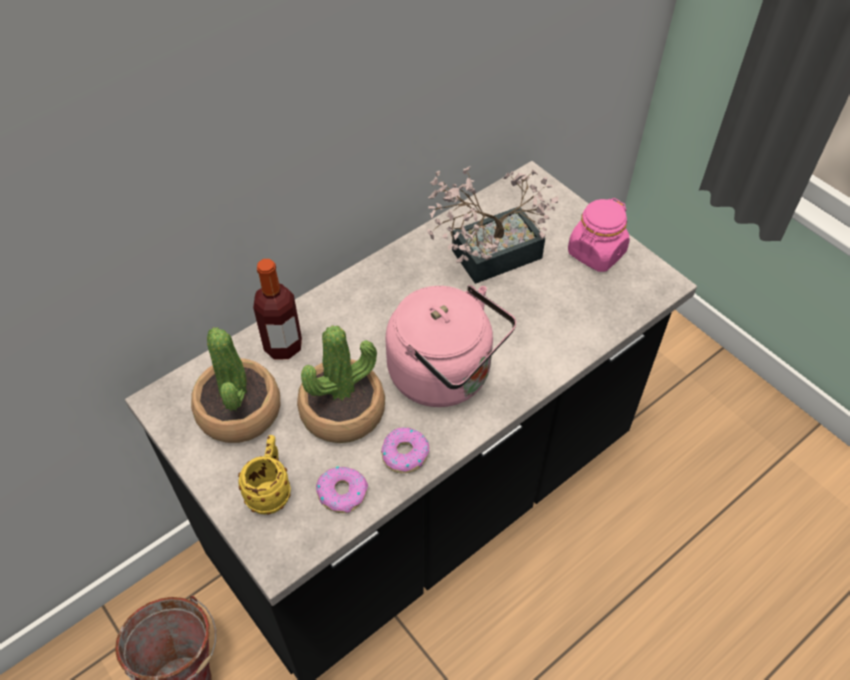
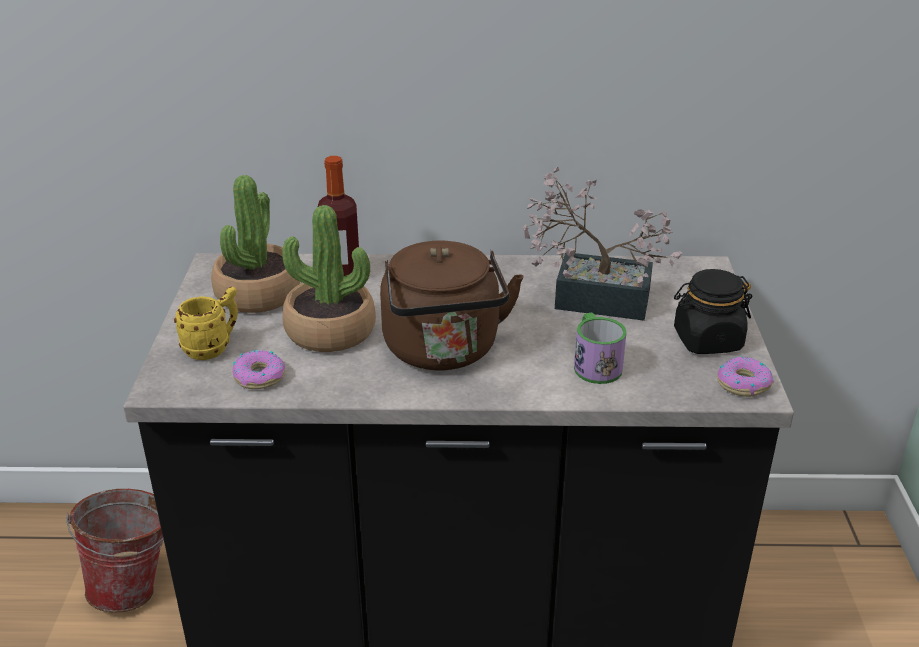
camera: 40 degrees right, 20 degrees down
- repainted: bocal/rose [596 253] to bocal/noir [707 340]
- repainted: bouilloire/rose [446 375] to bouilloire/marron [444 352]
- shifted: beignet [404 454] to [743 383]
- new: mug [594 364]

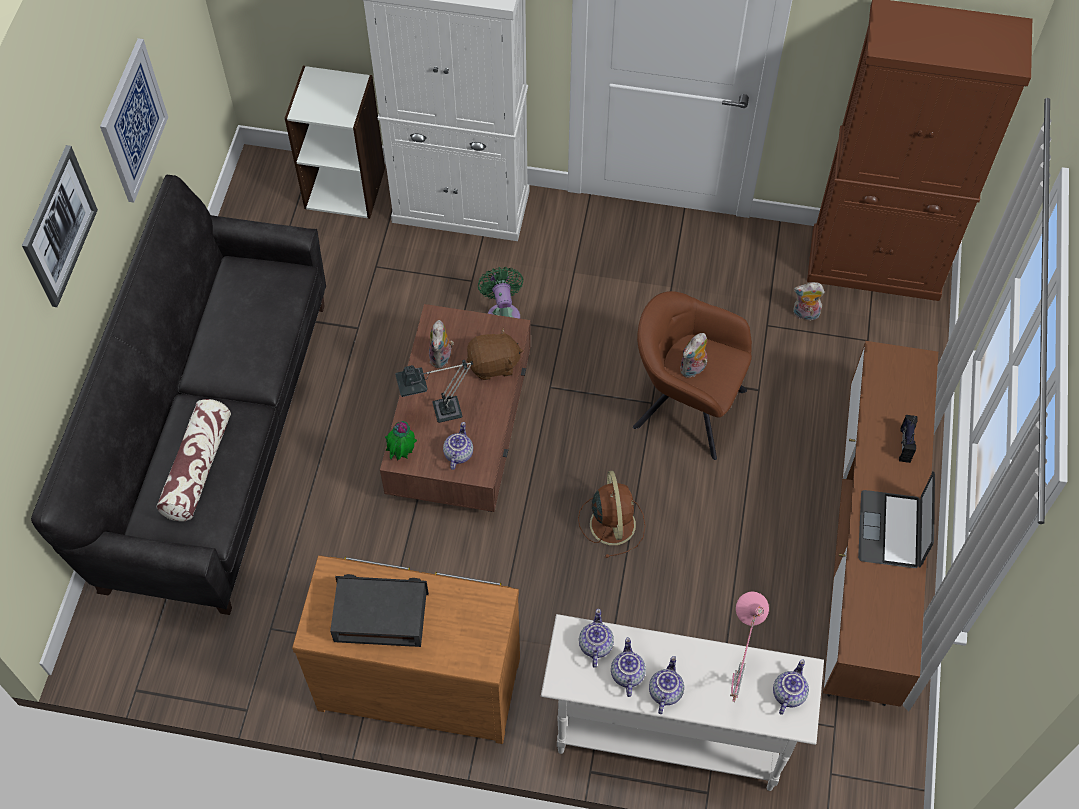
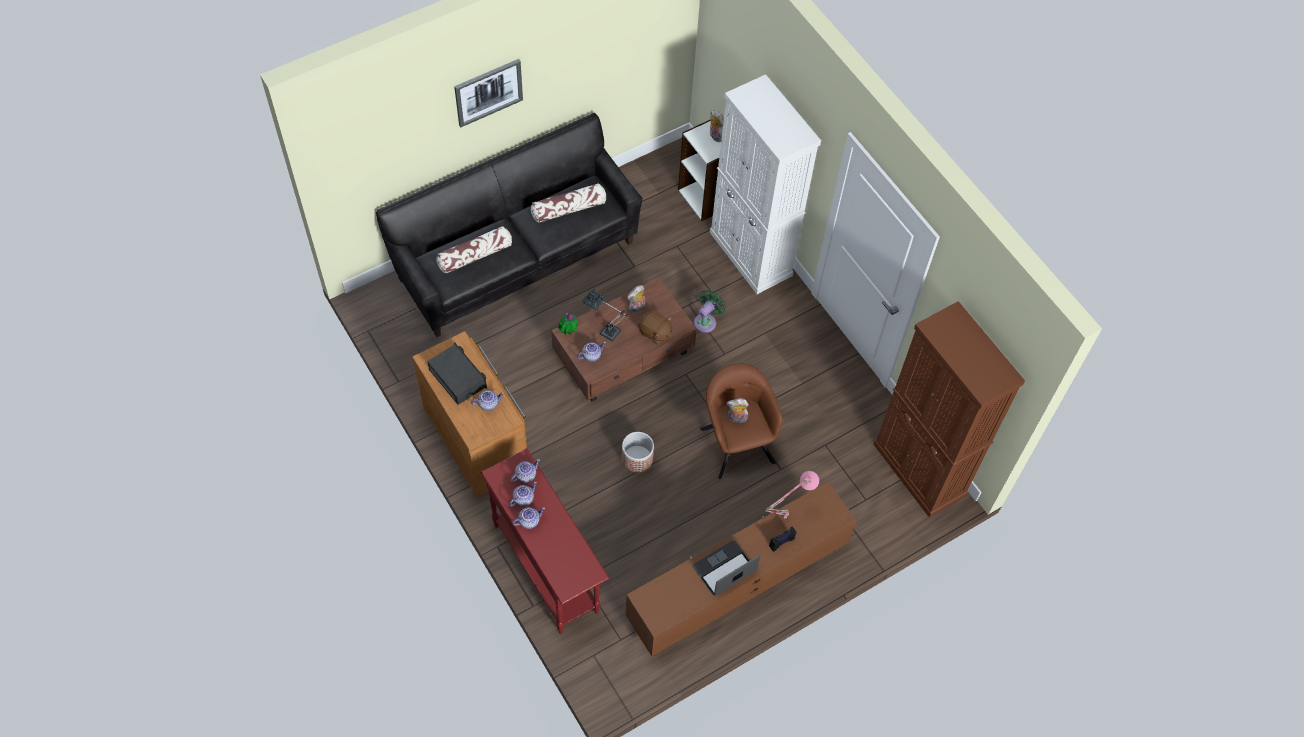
camera: 45 degrees right, 0 degrees up
- gone: tableau [133 121]
- shifted: peluche [805 314] to [715 136]
- swapped: ventilateur/marron [612 522] to cache-pot [637 458]
- shifted: lampe de table/rose [732 681] to [784 516]
- repainted: table console/blanc [668 737] to table console/rouge [546 567]
- shifted: théière [788 693] to [488 403]
- new: coussin [569 209]

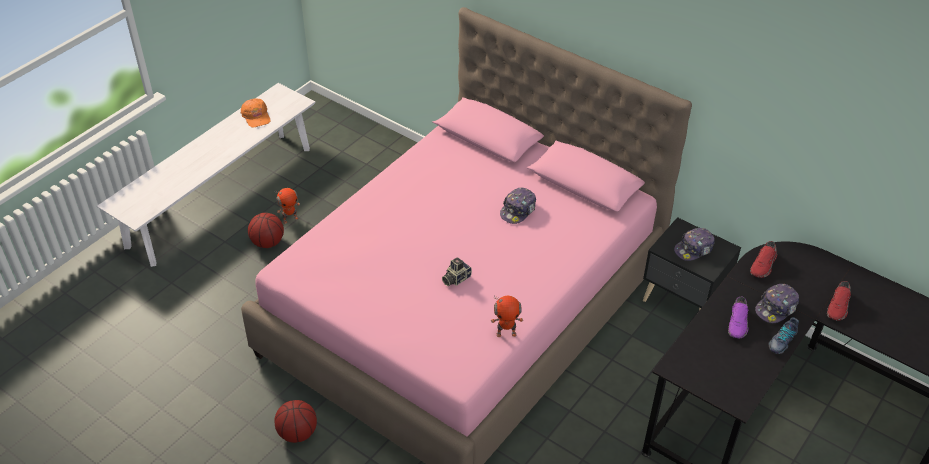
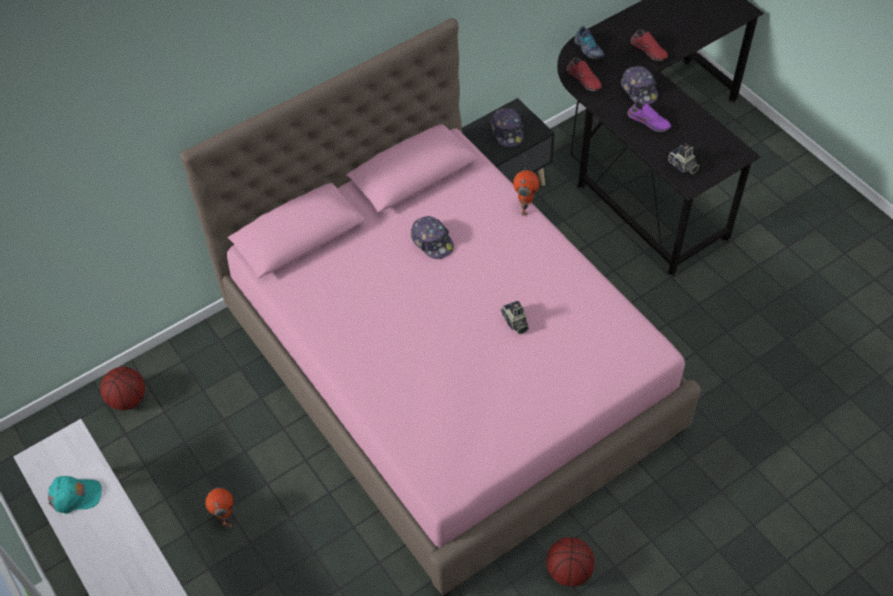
camera: 70 degrees left, 10 degrees up
- repainted: casquette/orange [256 116] to casquette/turquoise [75 495]
- shifted: ballon de basket [267 242] to [127 399]
- shifted: robot jouet [506 333] to [524 207]
- shifted: chaussure [782 341] to [588 49]
- new: appareil photo [682 166]

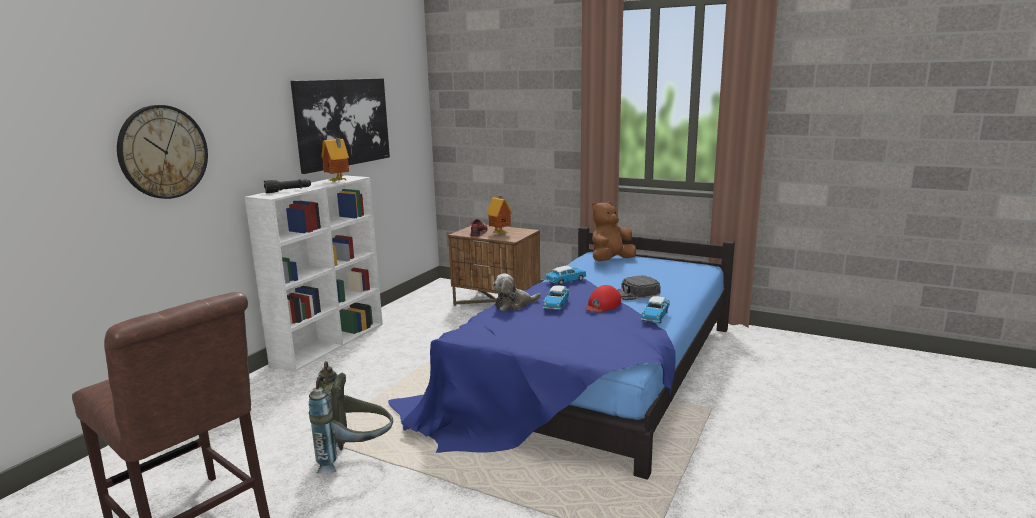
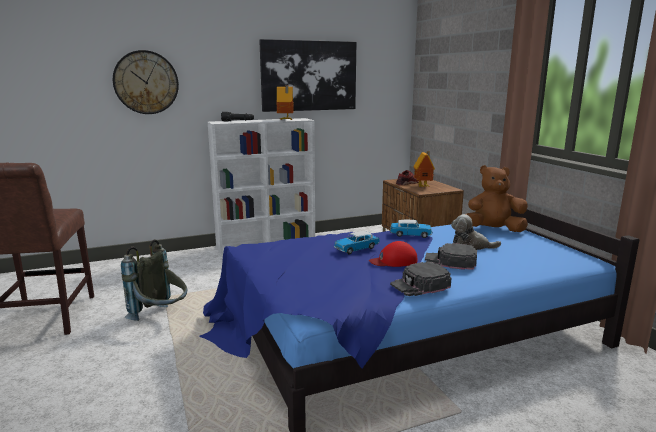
camera: 40 degrees right, 0 degrees up
- shifted: peluche [514 305] to [471 246]
- swapped: petite voiture [655 316] to casquette/noir [420 285]

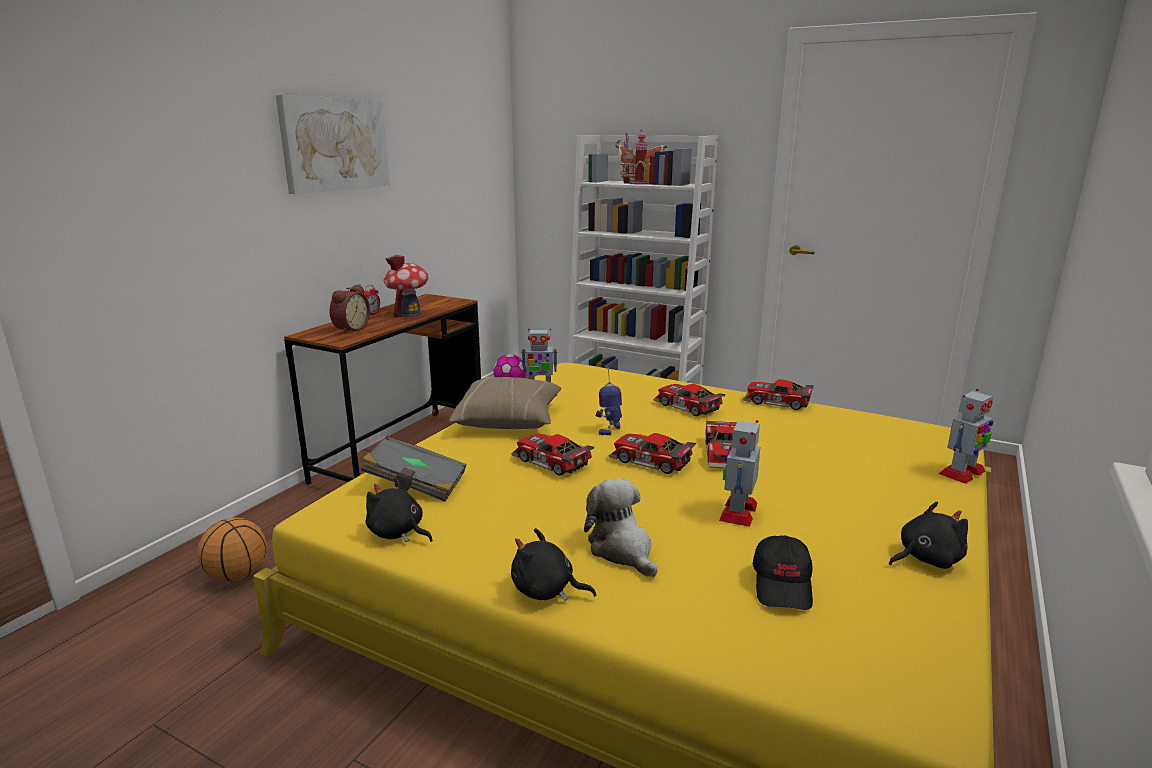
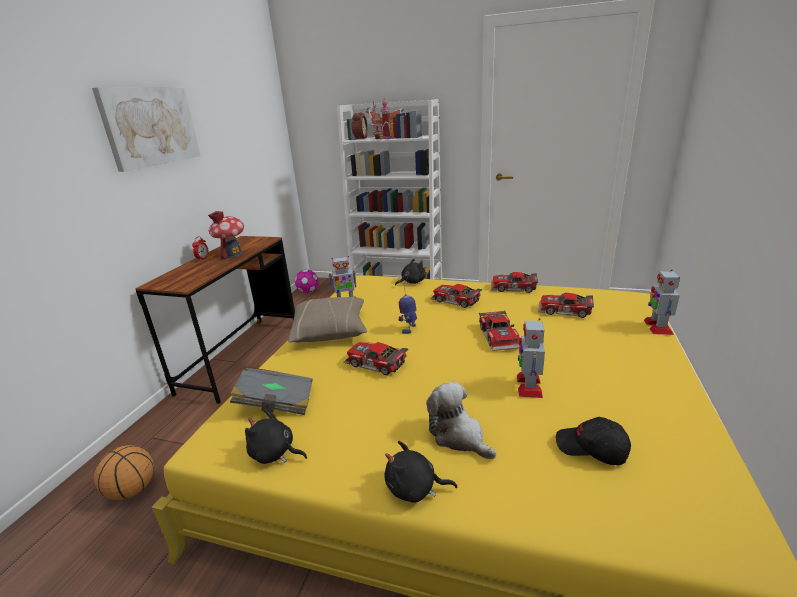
camera: 10 degrees left, 5 degrees up
- shifted: réveil [350 329] to [359 138]
- rotated: robot jouet [962 473] = [657 327] 150 degrees clockwise
- shifted: petite voiture [650 461] to [564 311]
- shifted: peluche/noir [926 559] to [412 282]
- rotated: casquette/noir [783 585] = [591 448] 120 degrees clockwise

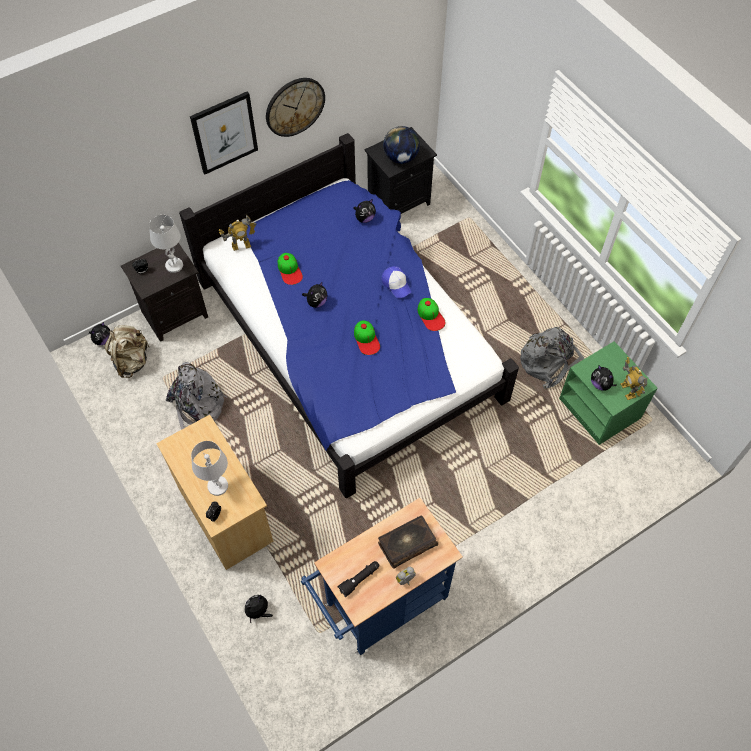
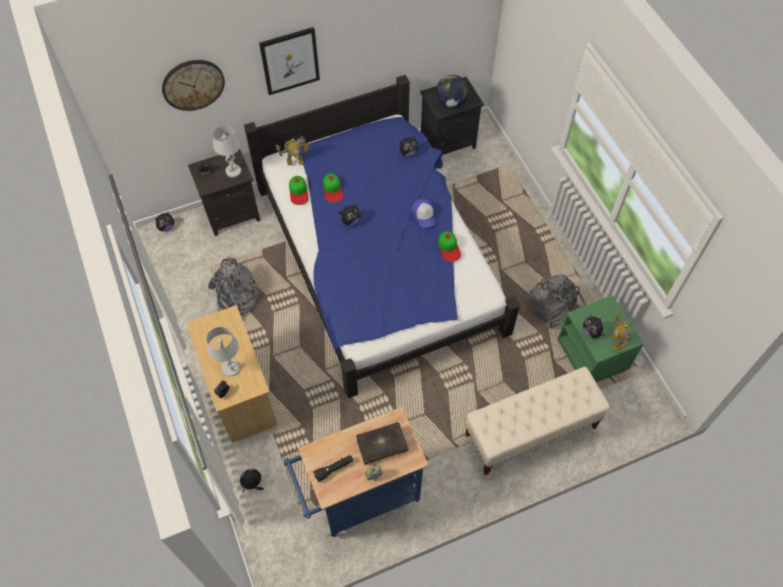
camera: 10 degrees right, 0 degrees up
- shifted: horloge murale [294 106] to [193 84]
- shifted: casquette [366 339] to [298 192]
- gone: sac à dos/beige [132 361]
- new: banc/beige [530 431]

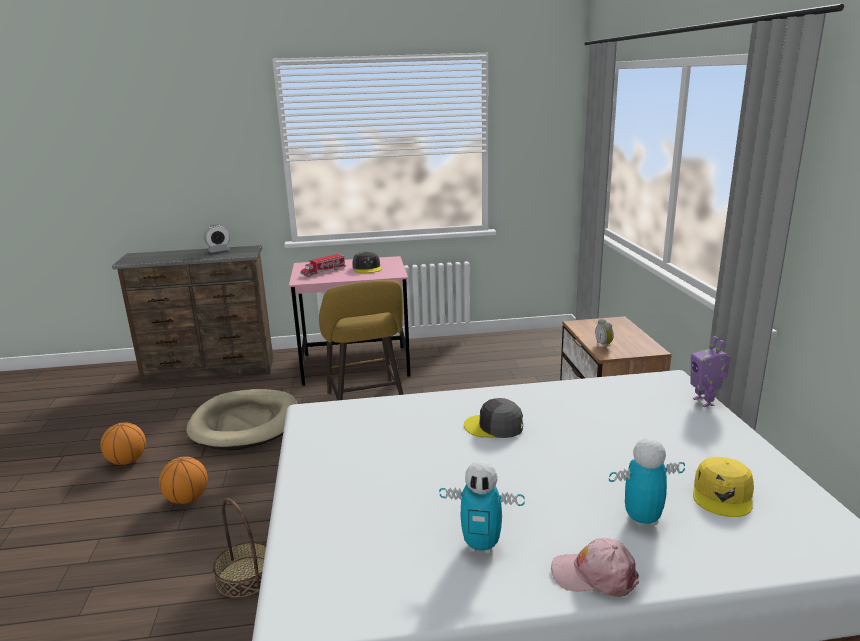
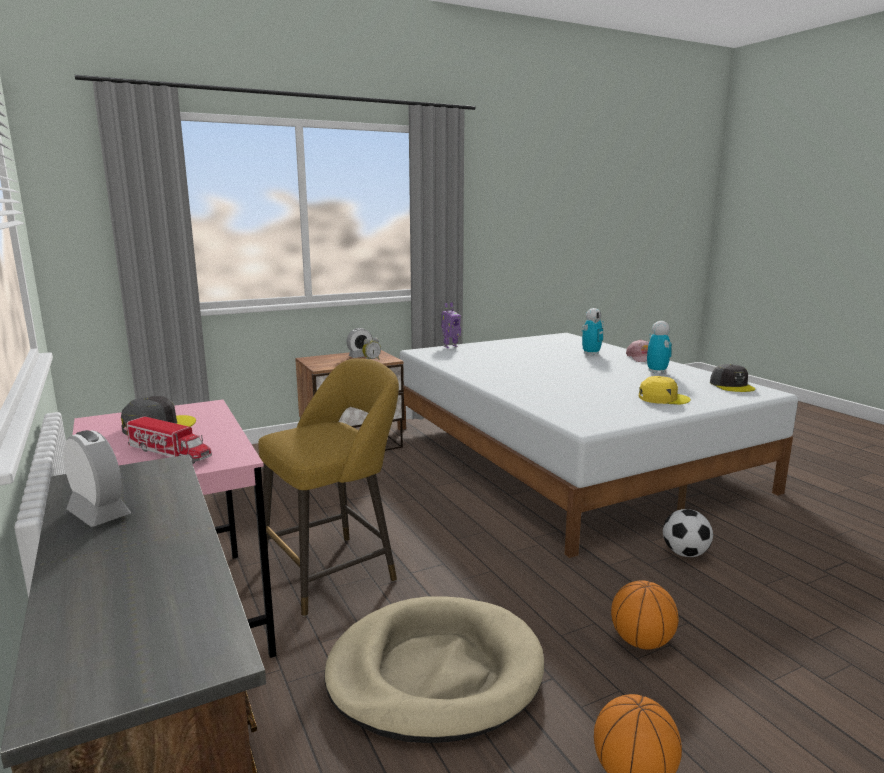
camera: 110 degrees left, 5 degrees down
- shifted: casquette/gris [494 426] to [732 385]
- rotated: robot jouet [642 520] = [591 354] 105 degrees counterclockwise
- shifted: casquette/jaune [723 494] to [663 398]
- swapped: panier [245 577] to ballon de foot [685 554]
- new: réveil [360 356]

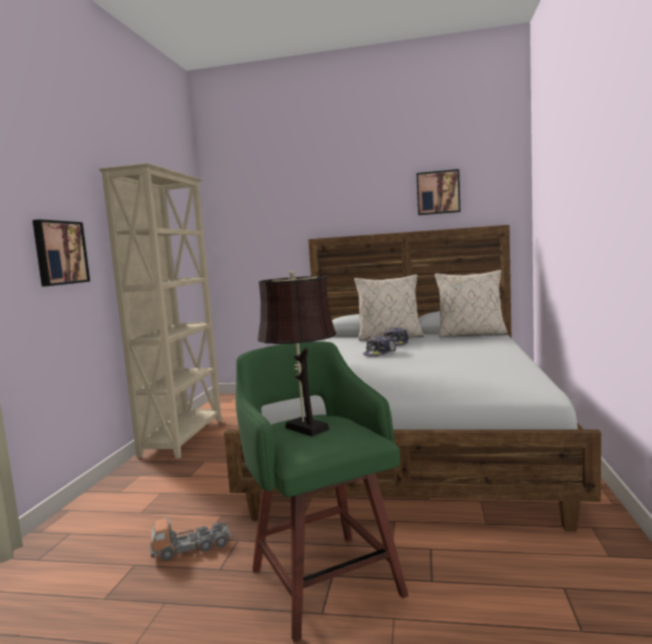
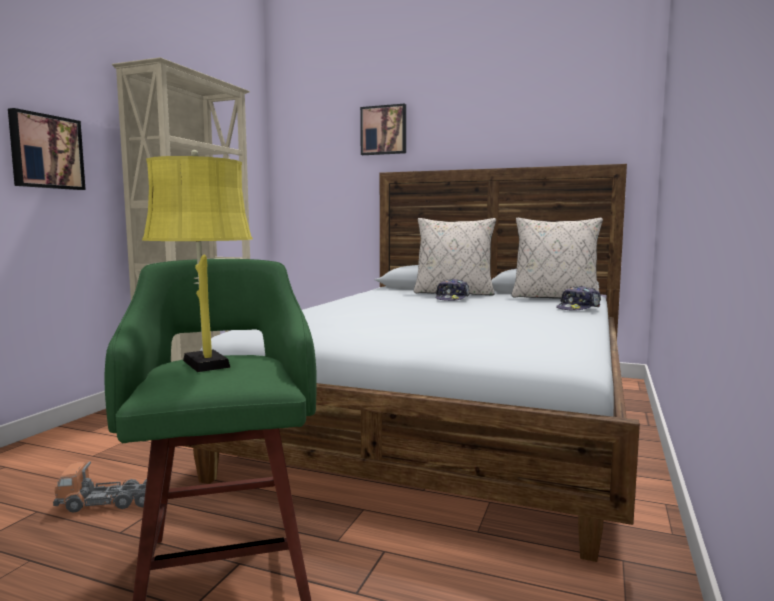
camera: 10 degrees right, 0 degrees up
- shifted: tableau [438 192] to [384 130]
- repainted: lampe de table/marron [304 427] to lampe de table/jaune [204 362]
- shifted: casquette [380 353] to [578 308]

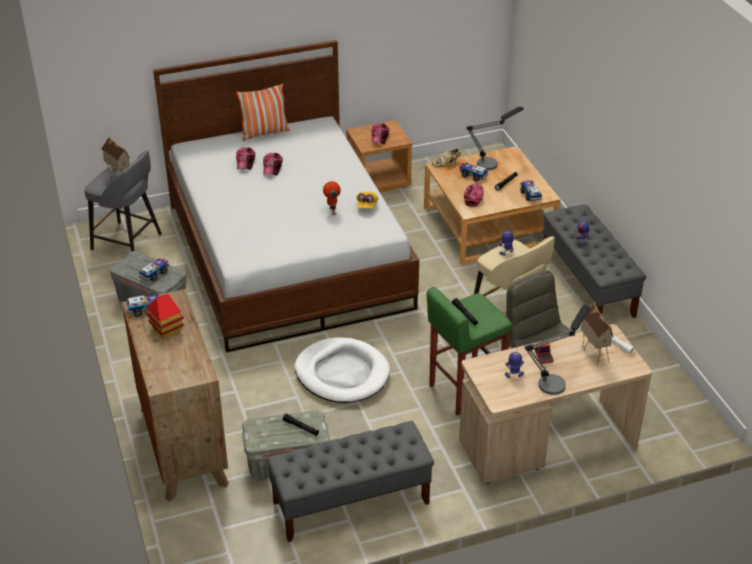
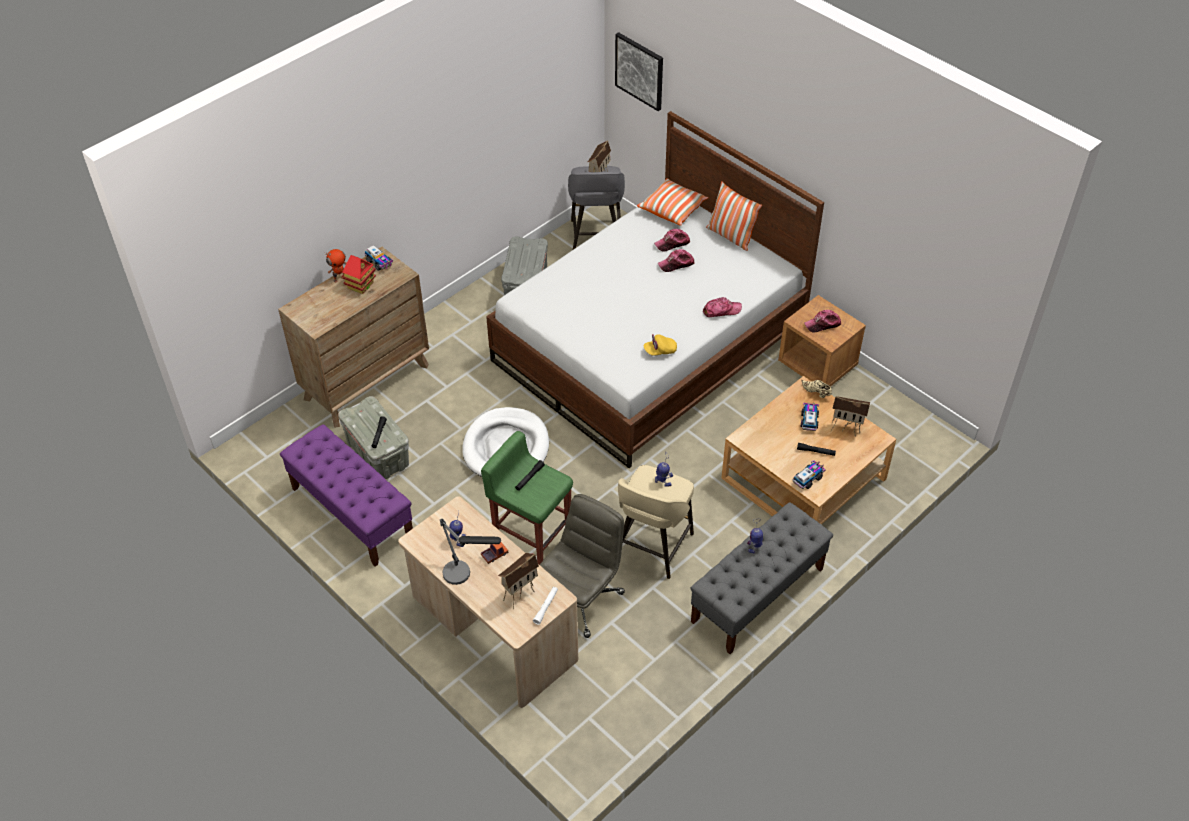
camera: 65 degrees right, 10 degrees up
- swapped: lampe de table [492 162] to maison miniature [846 428]
- shifted: robot jouet [332 211] to [339 278]
- shifted: casquette [474 197] to [721 310]
- gone: camion jouet [155 274]
- repainted: banc/gris [350 503] to banc/violet [352 512]
- new: tableau [640 71]
- new: coussin [672 209]

